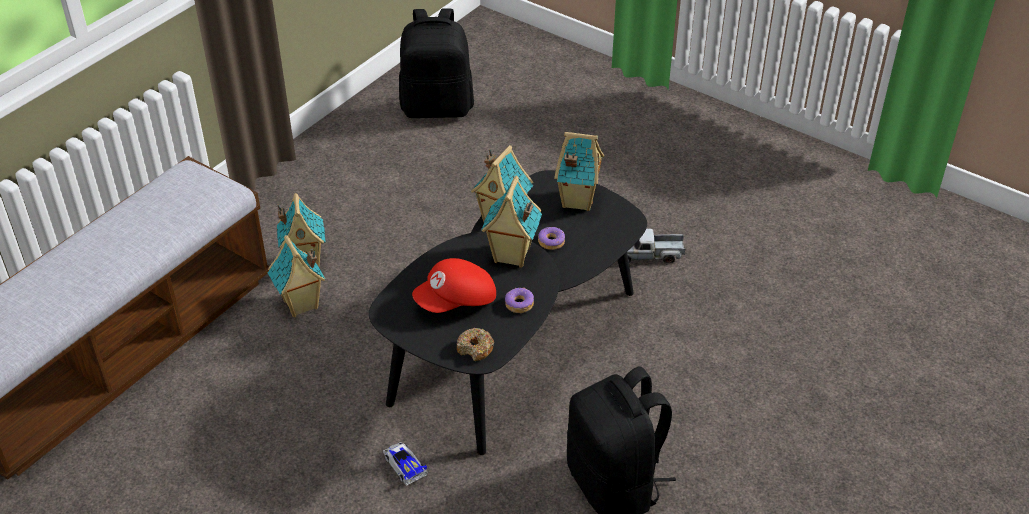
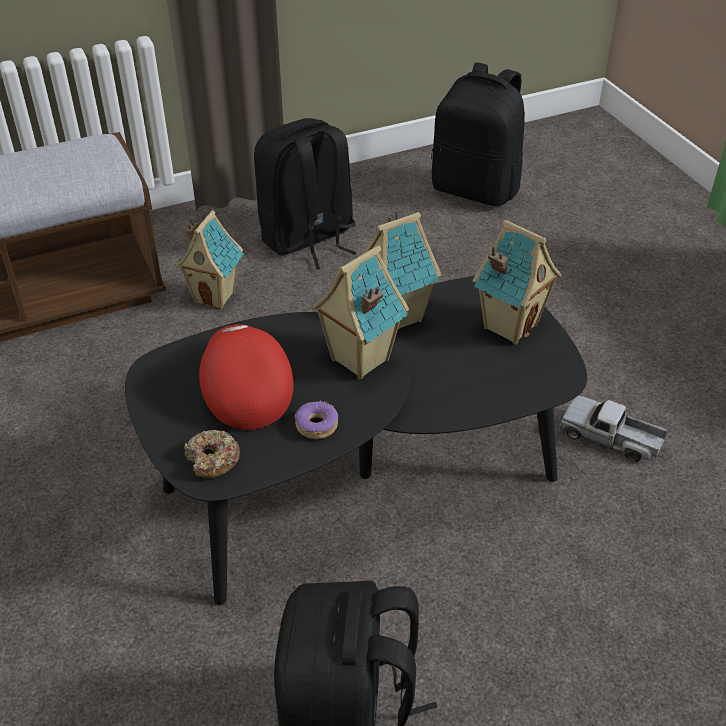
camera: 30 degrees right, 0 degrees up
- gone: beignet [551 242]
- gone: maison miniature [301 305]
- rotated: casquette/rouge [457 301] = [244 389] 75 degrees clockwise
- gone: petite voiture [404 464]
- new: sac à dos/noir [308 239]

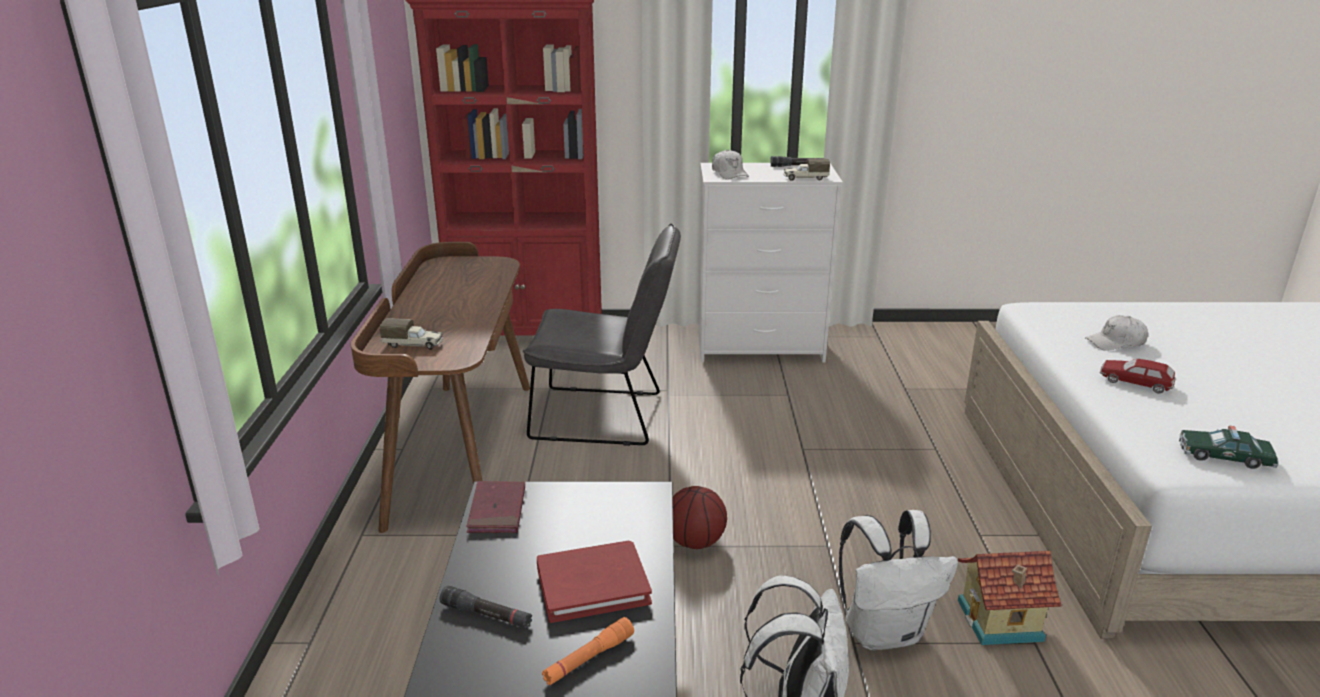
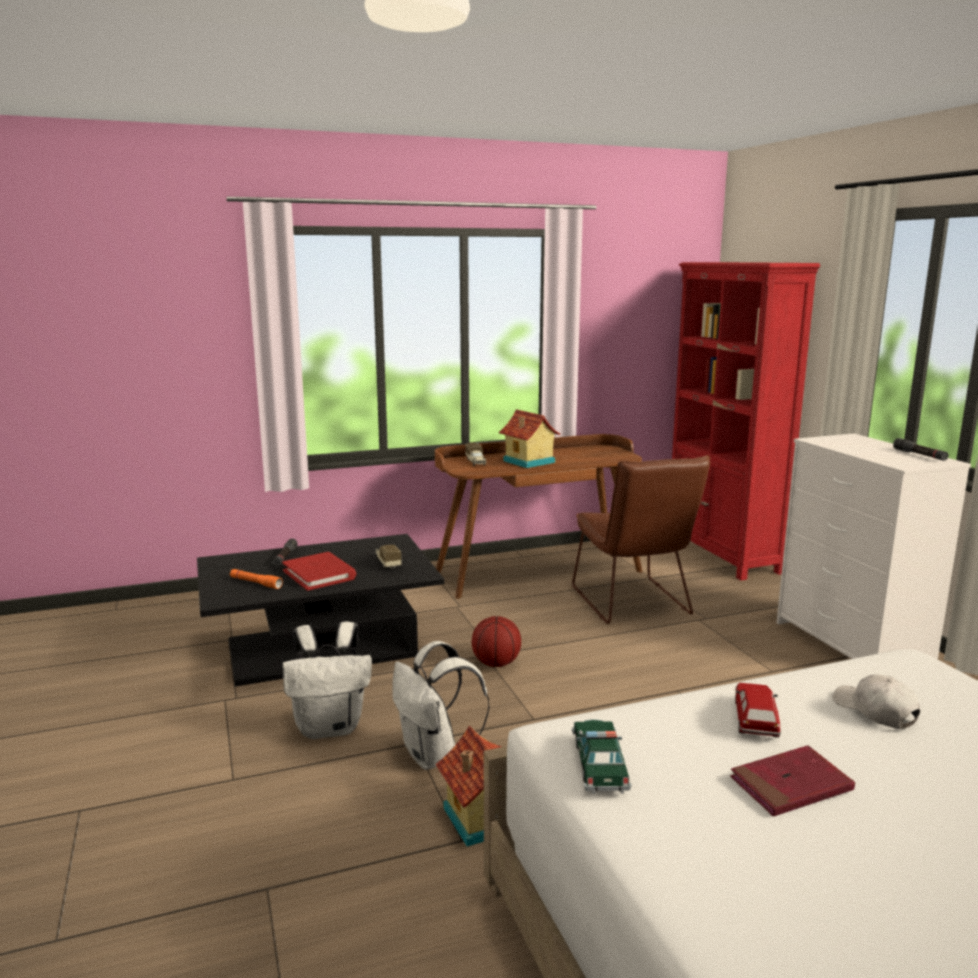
camera: 70 degrees right, 10 degrees down
- gone: casquette/blanc [729 173]
- shifted: camion jouet [805 178] to [387 562]
- repainted: chaise/gris [607 417] to chaise/marron [633 604]
- shifted: livre/rouge [497 510] to [791 785]
- new: maison miniature [528 462]

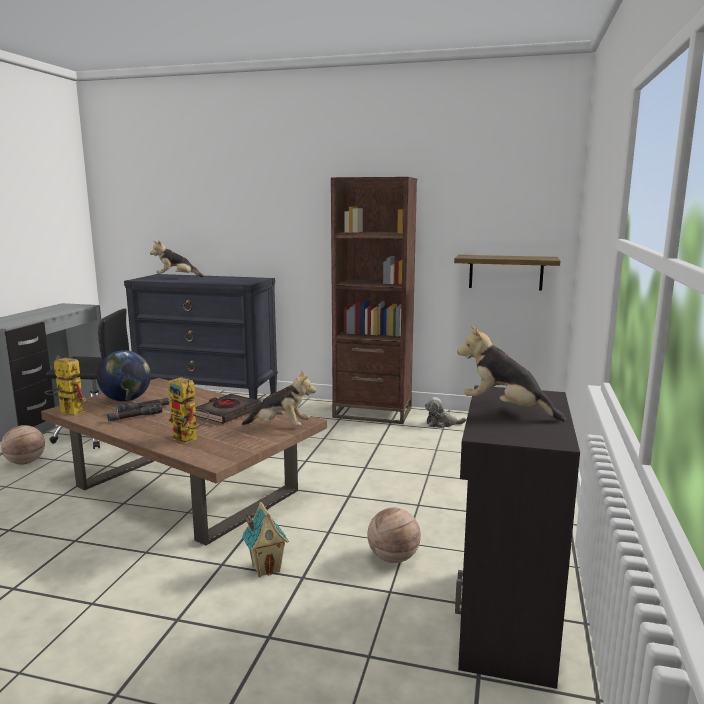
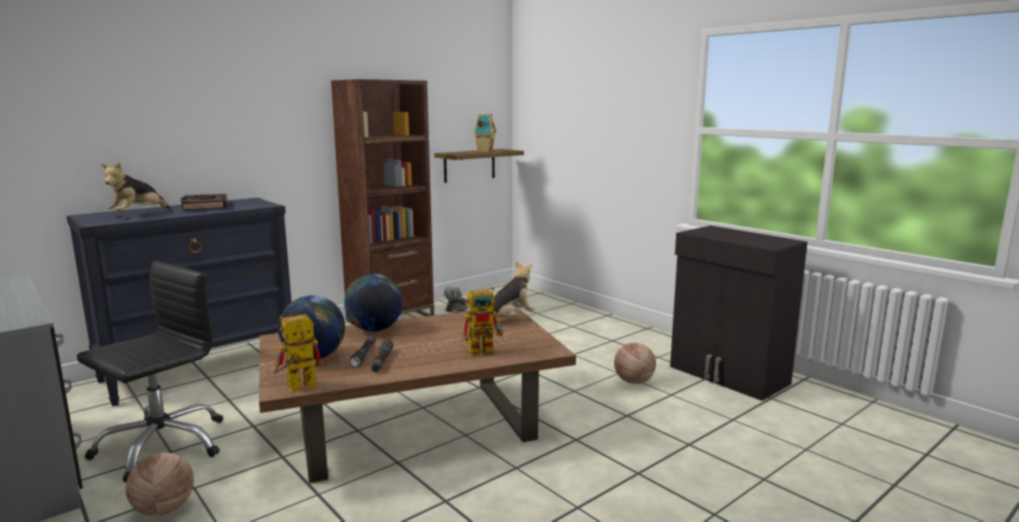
camera: 55 degrees left, 0 degrees up
- gone: peluche [506 410]
- shifted: livre/noir [227 413] to [205 206]
- shifted: maison miniature [266 568] to [484 151]
- new: globe [375 330]

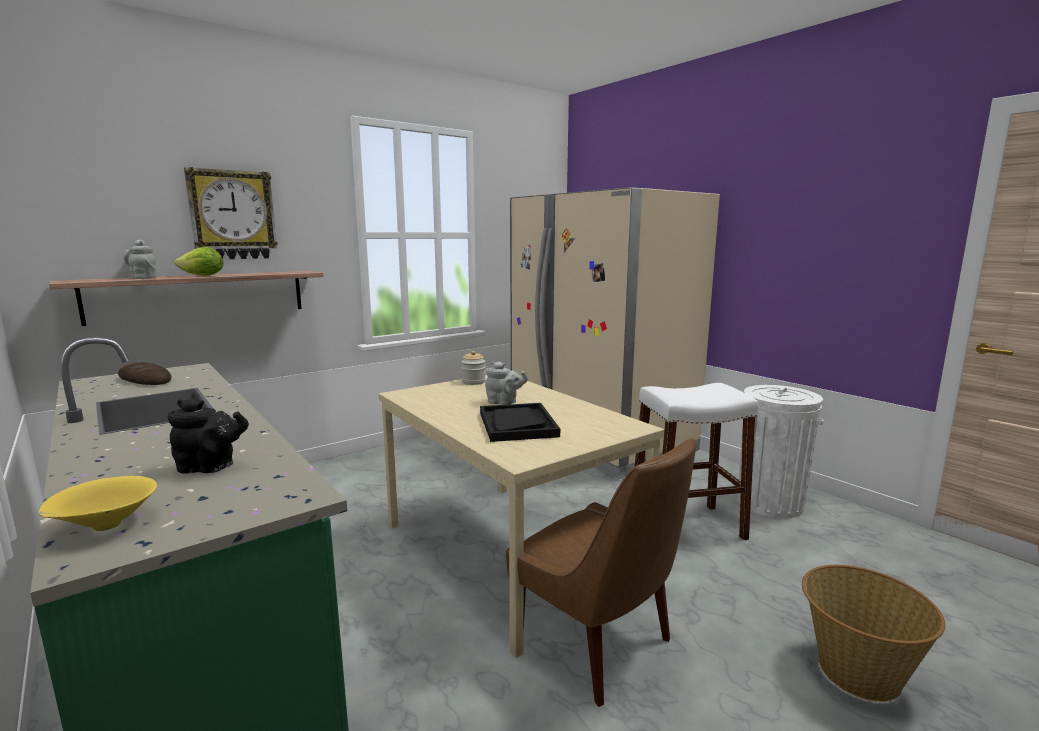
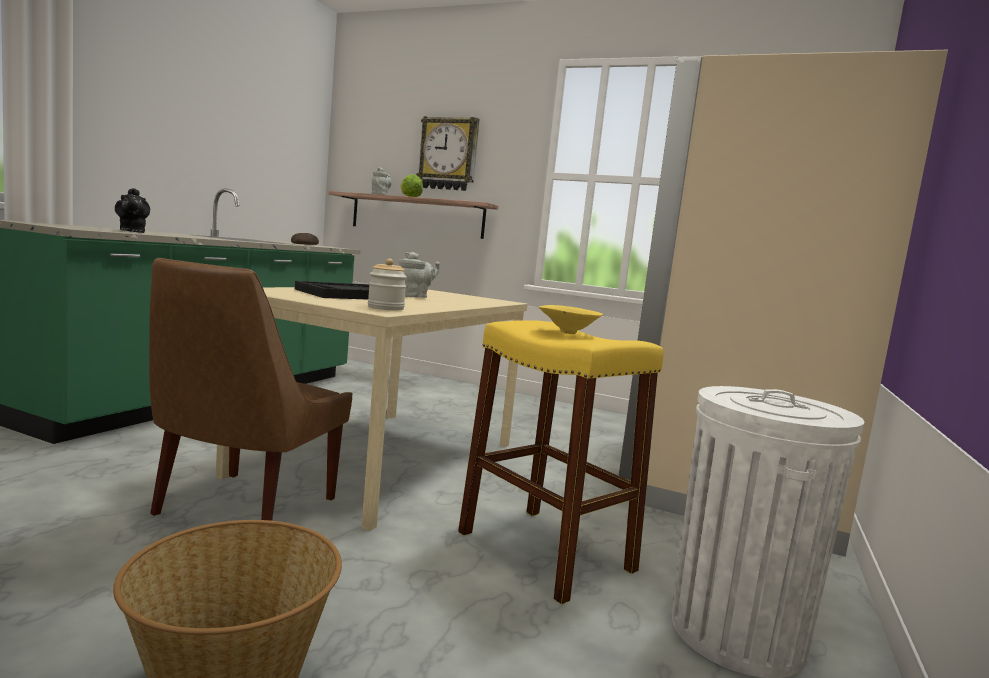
camera: 60 degrees right, 5 degrees down
- shifted: bocal [473 382] to [385 308]
- rotated: théière/gris [504 402] = [415 297] 120 degrees counterclockwise
- repainted: tabouret/blanc [686 526] to tabouret/jaune [544 551]
- shifted: bol/jaune [104 527] to [566 333]

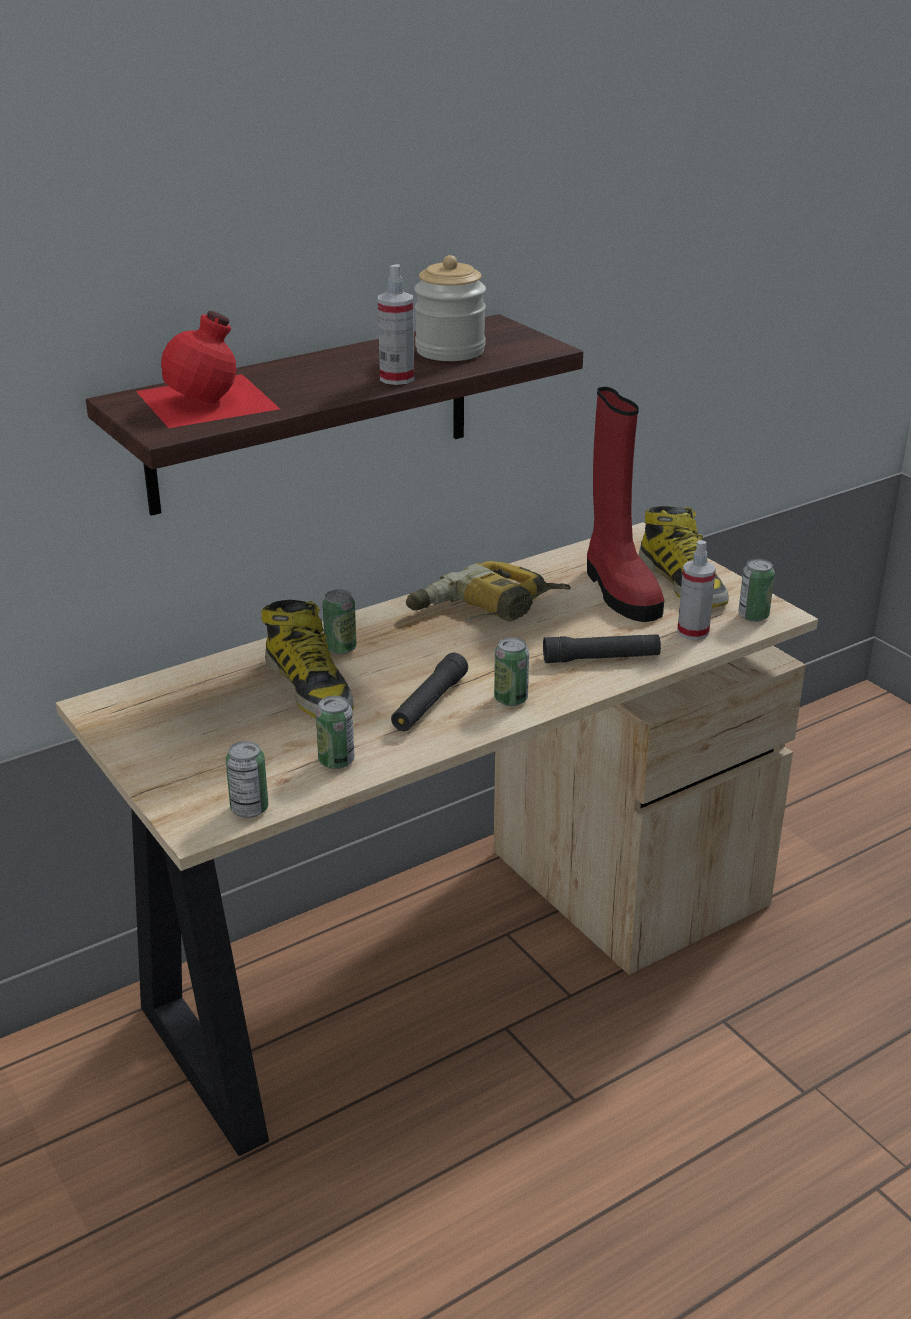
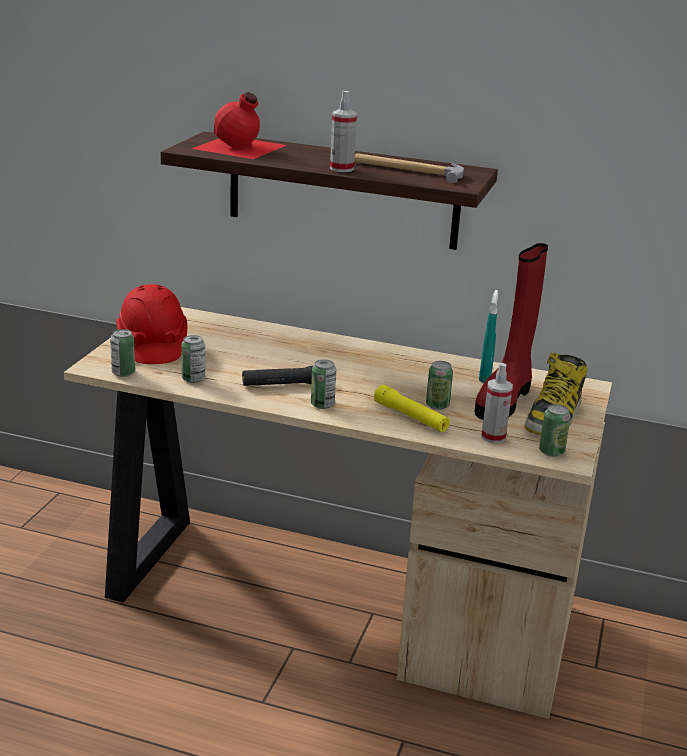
camera: 50 degrees right, 5 degrees down
- swapped: bocal [450 351] to marteau [408 170]
- gone: perceuse [485 609]
- shifted: boîte métallique [340 648] to [437 405]
- gone: botte [310 686]
- repainted: lampe de poche/noir [601 658] to lampe de poche/jaune [411 417]
- new: casque de chantier/rouge [152 346]
- new: vaporisateur/turquoise [485 377]

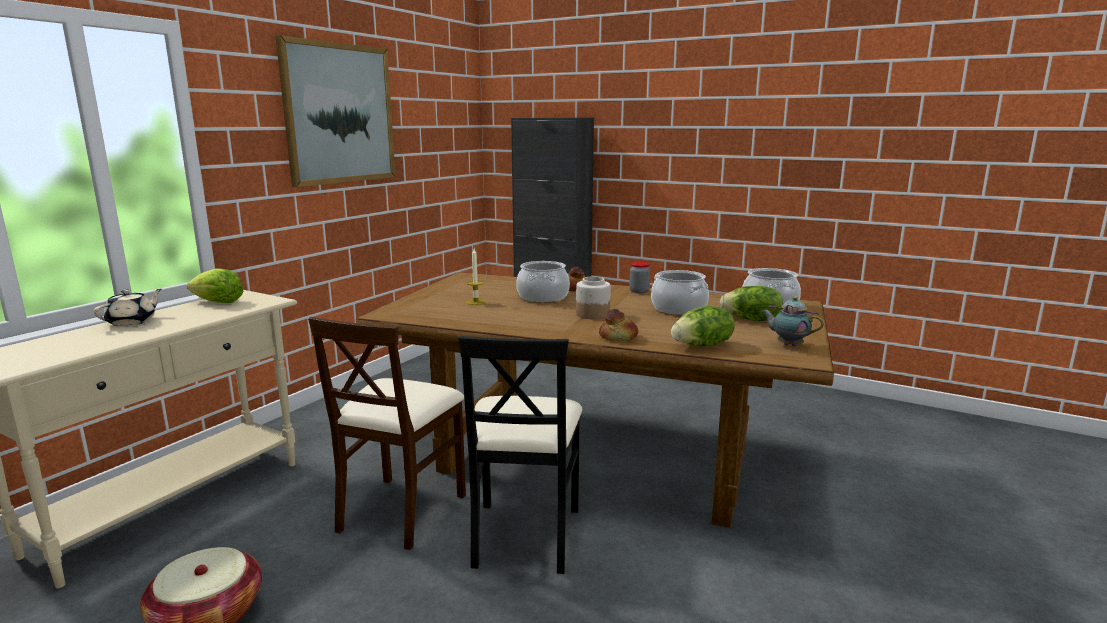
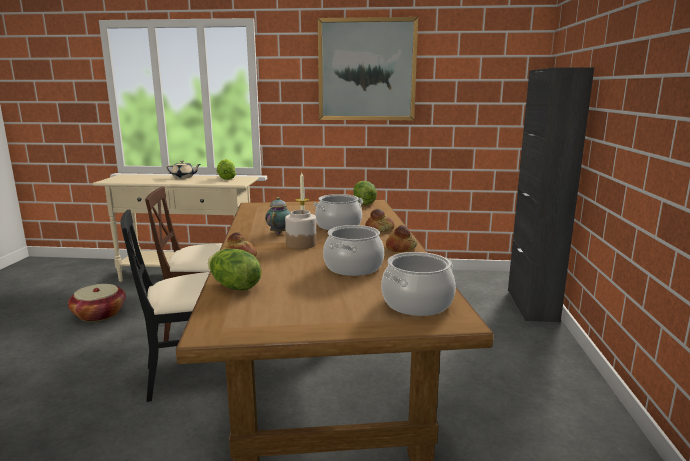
camera: 65 degrees right, 0 degrees up
- swapped: bocal [639 291] to pain [401 248]
- shifted: laitue [752 320] to [363 203]
- shifted: théière [788 345] to [280 233]

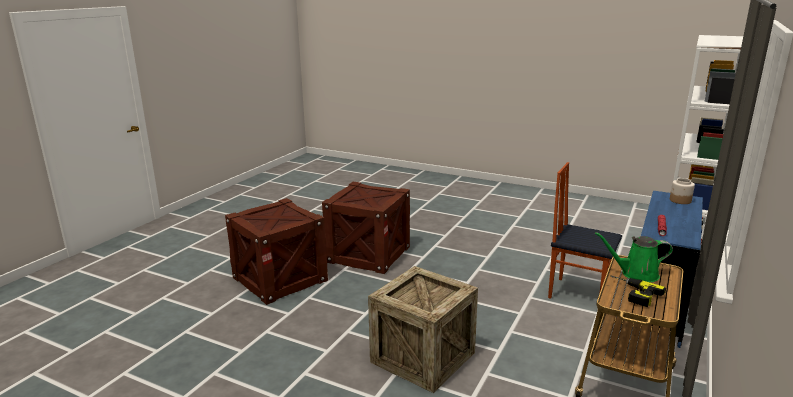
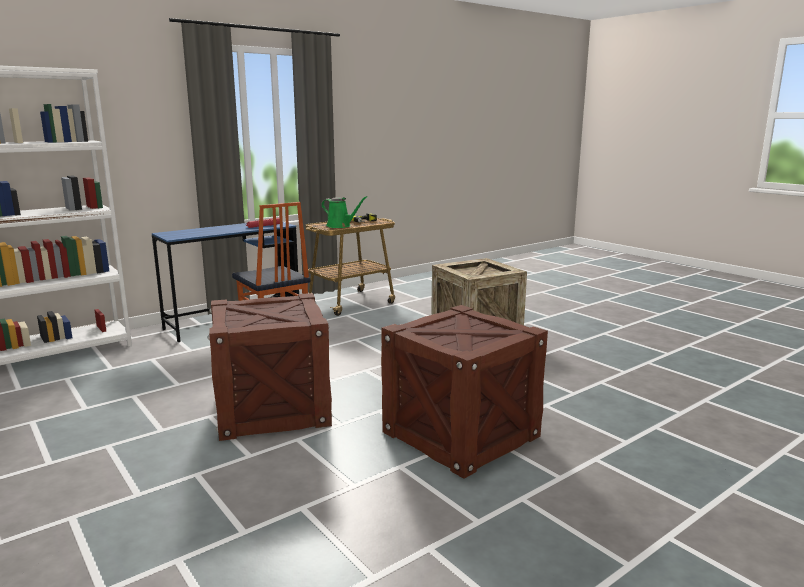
camera: 155 degrees left, 5 degrees down
- gone: bocal [680 200]
- shifted: caisse [279 279] to [272 409]

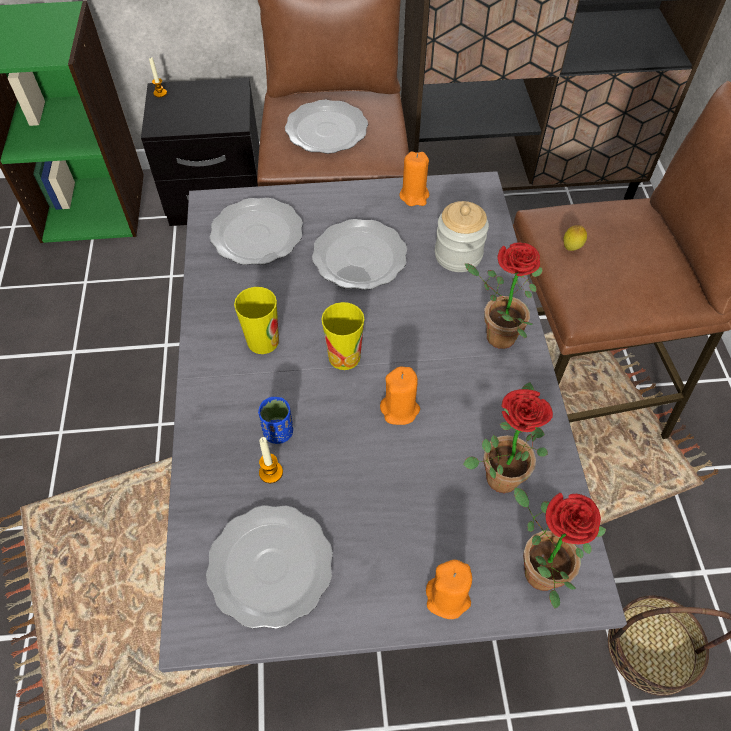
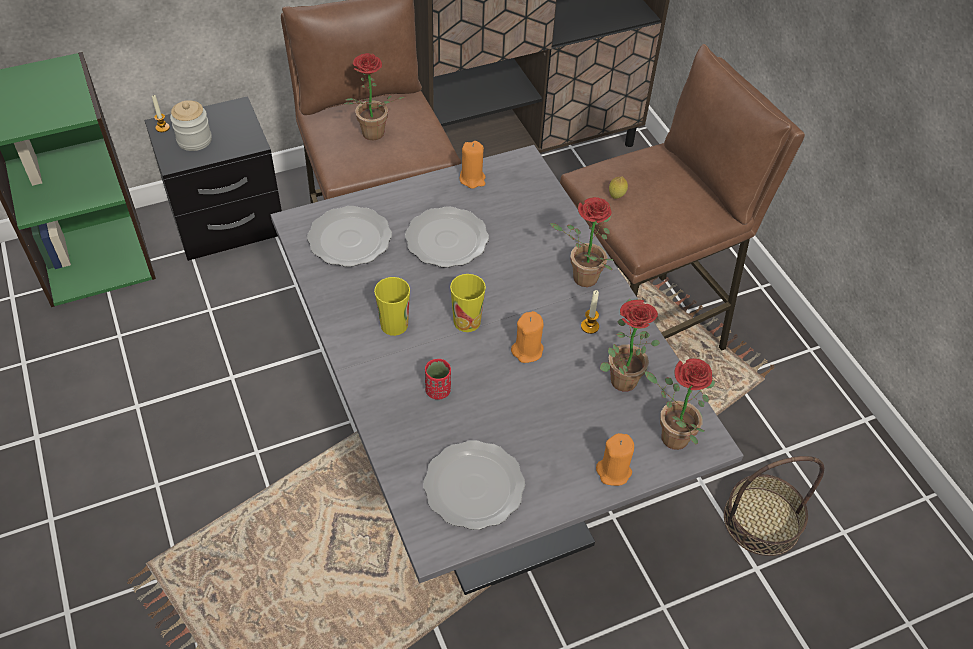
camera: 20 degrees left, 5 degrees down
- swapped: assiette [325 130] to plante en pot [371 136]
- shifted: bocal [458 255] to [194 140]
- repainted: tasse/bleu [278 432] to tasse/rouge [438 390]
- shifted: bougie [271 472] to [589 326]

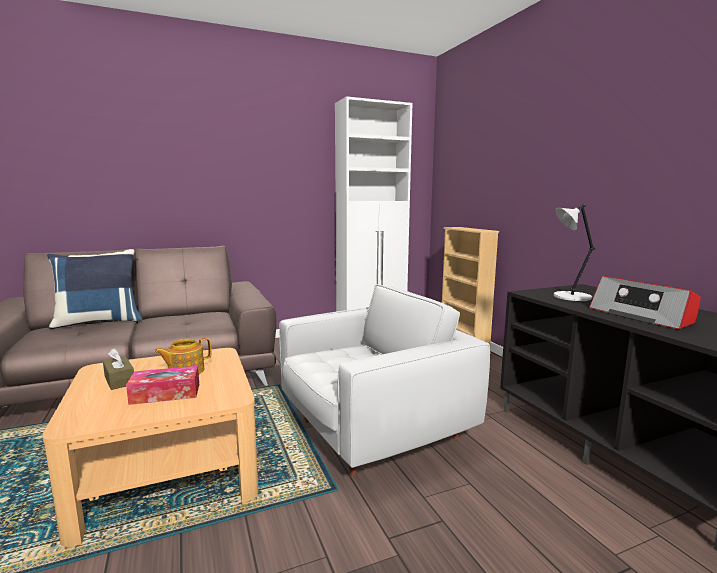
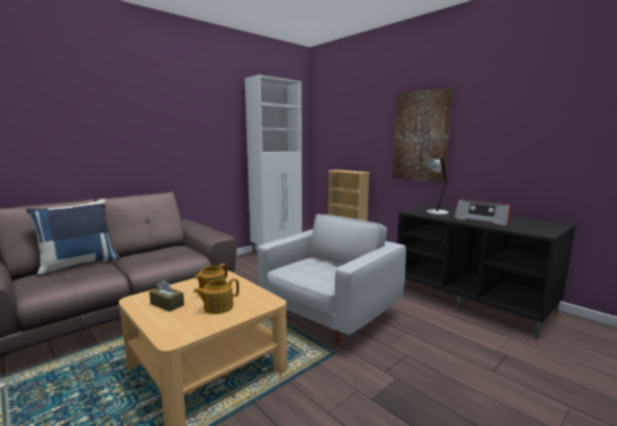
camera: 20 degrees left, 0 degrees up
- swapped: boîte à mouchoirs [165 394] to théière [217 307]
- new: tableau [421 136]

